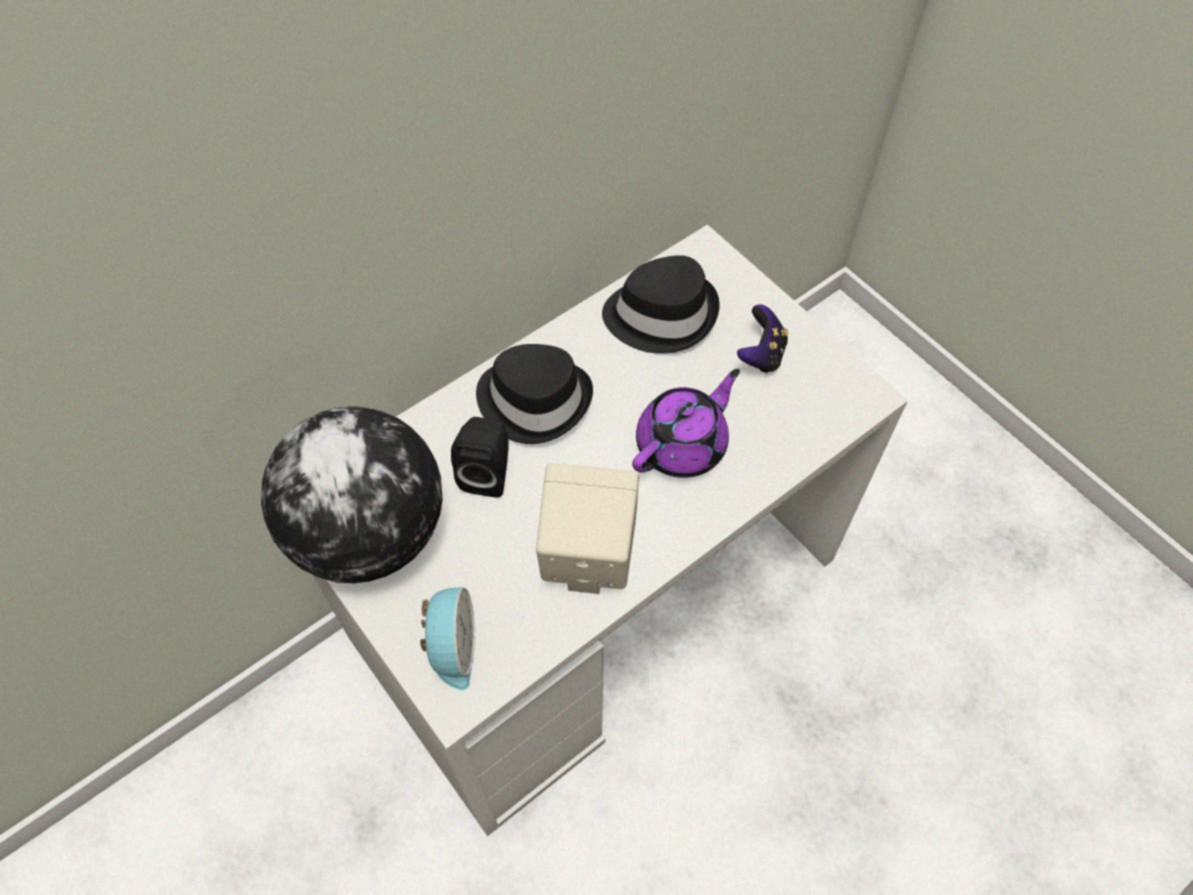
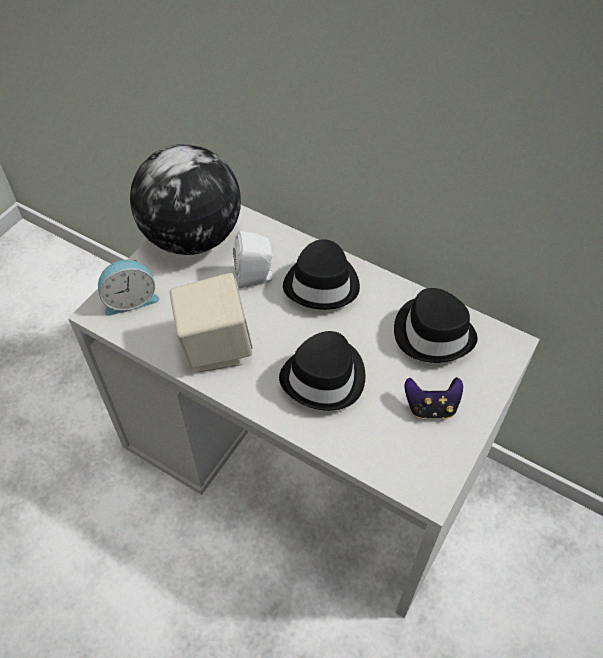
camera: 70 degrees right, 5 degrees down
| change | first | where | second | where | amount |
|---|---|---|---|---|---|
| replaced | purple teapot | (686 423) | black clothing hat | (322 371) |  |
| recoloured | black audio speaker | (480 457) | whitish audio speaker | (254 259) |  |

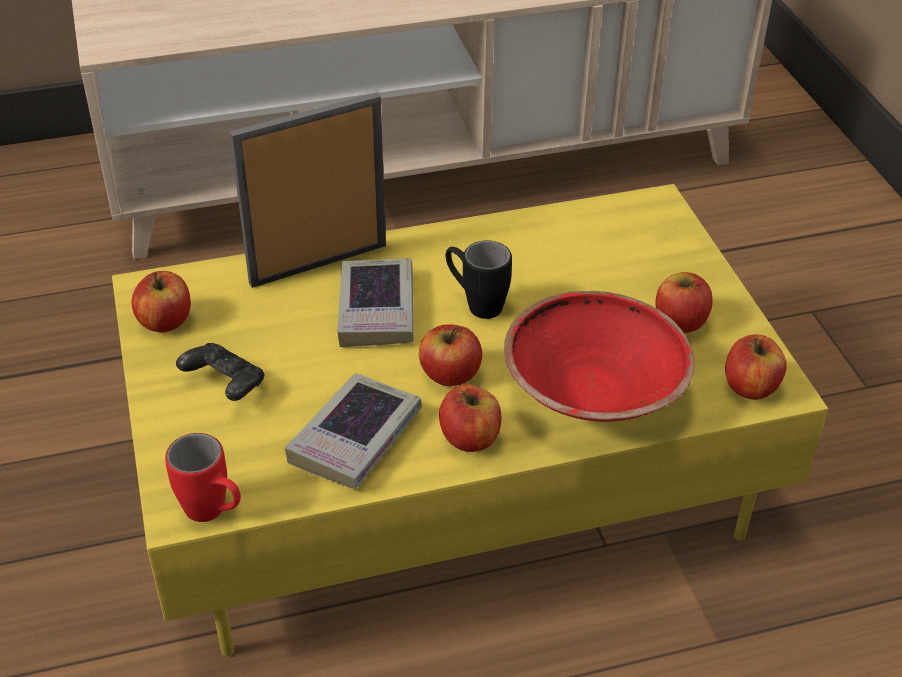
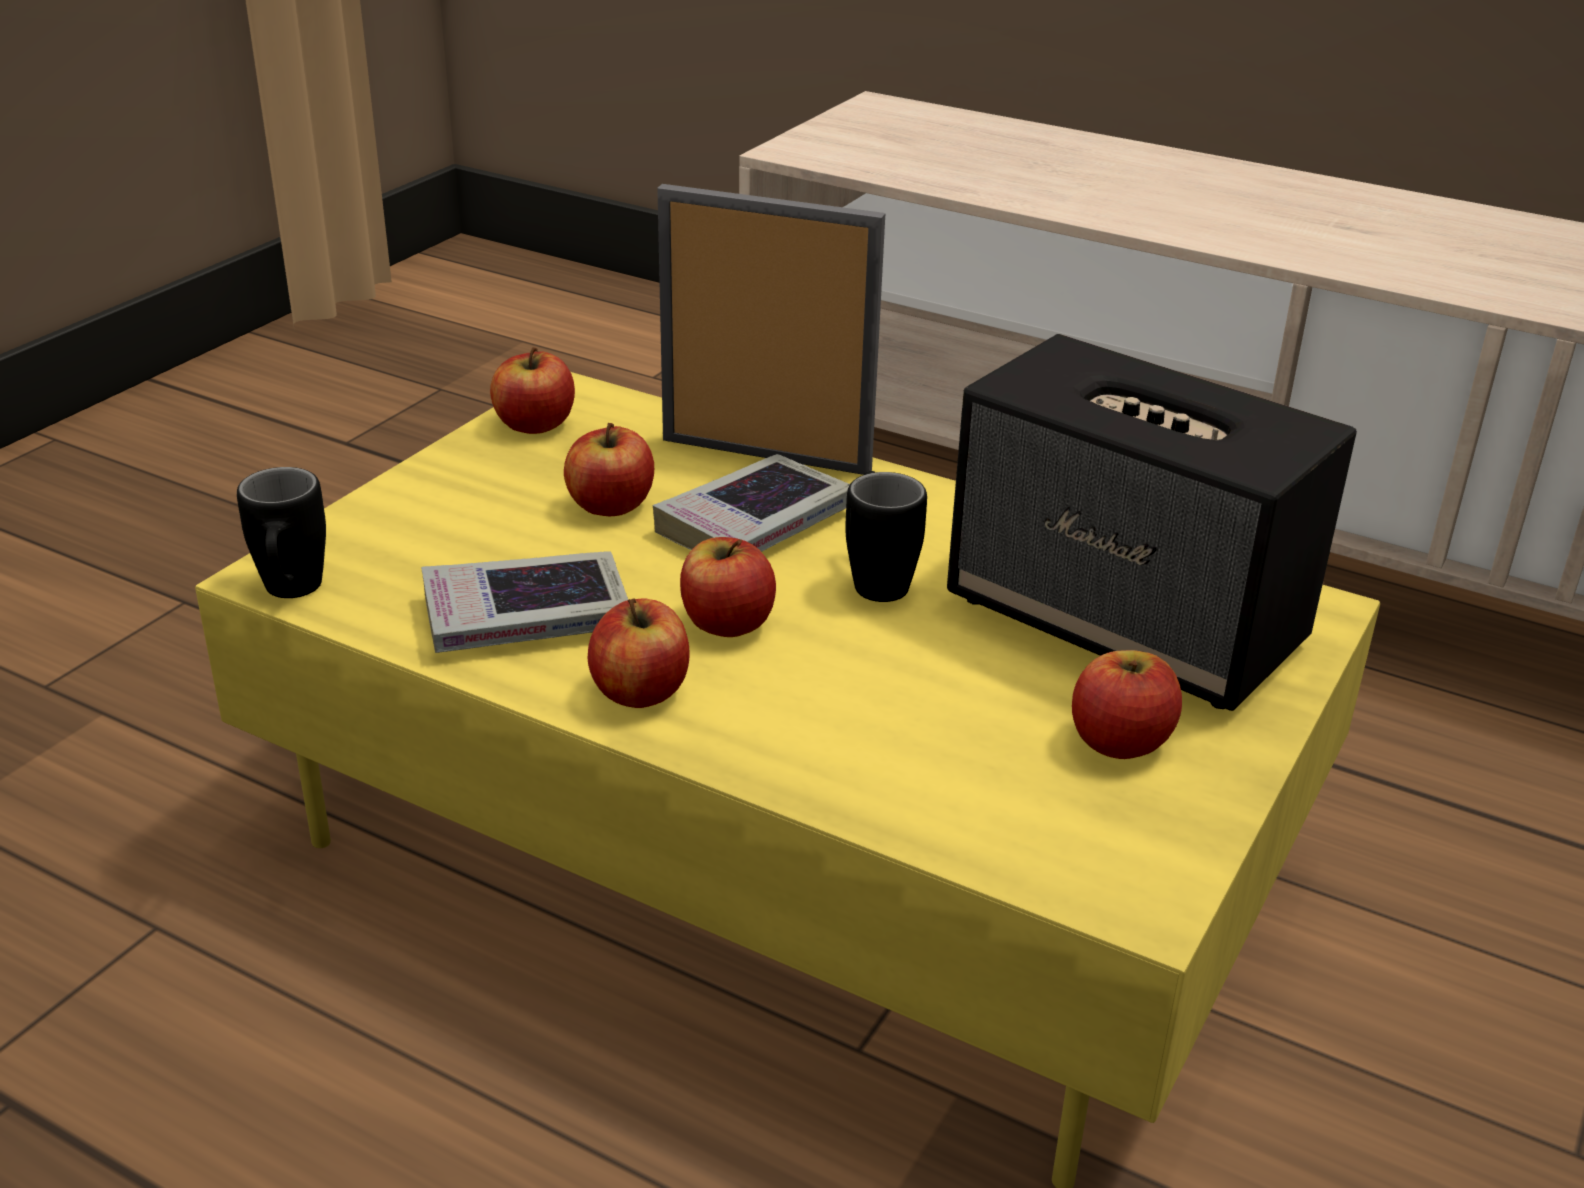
camera: 45 degrees right, 10 degrees down
| change | first | where | second | where | amount |
|---|---|---|---|---|---|
| removed | black gamepad | (220 372) |  |  |  |
| removed | red-coloured bowl | (599 356) |  |  |  |
| added |  |  | audio speaker | (1152 522) |  |
| moved | whole apple | (756 367) |  | (609 469) |  |
| recoloured | red-coloured mug | (203 477) | black mug | (281 532) |  |

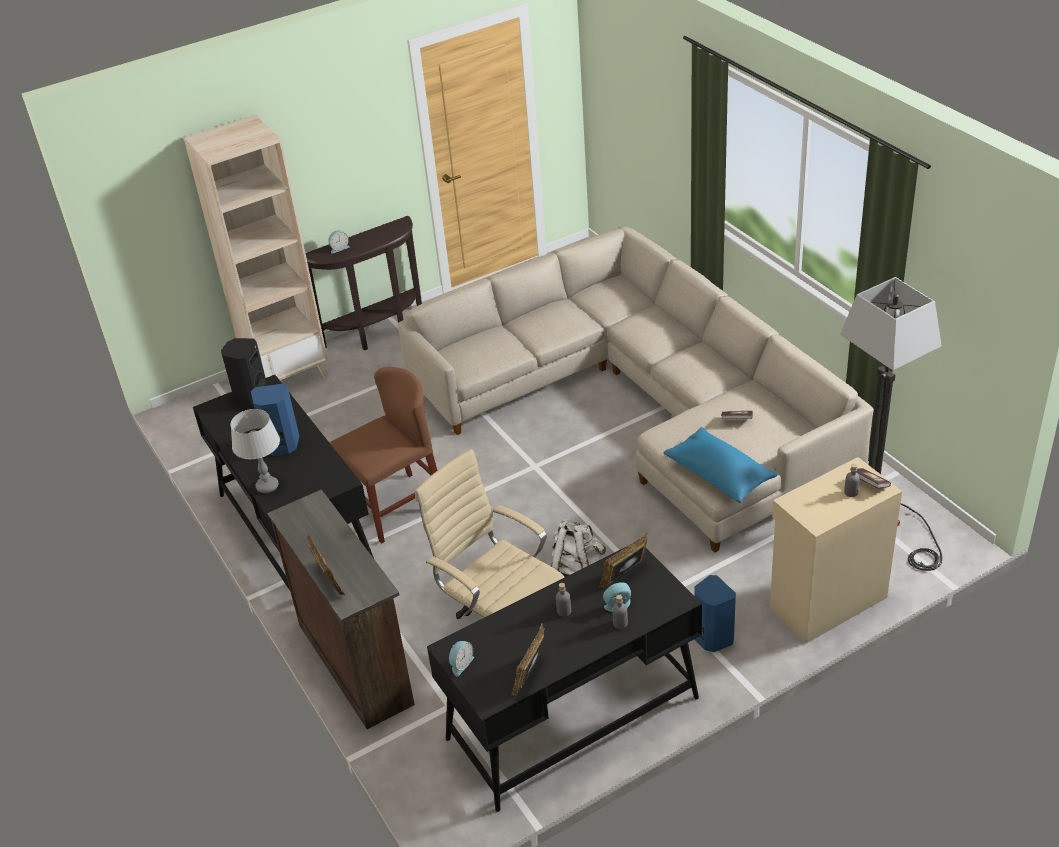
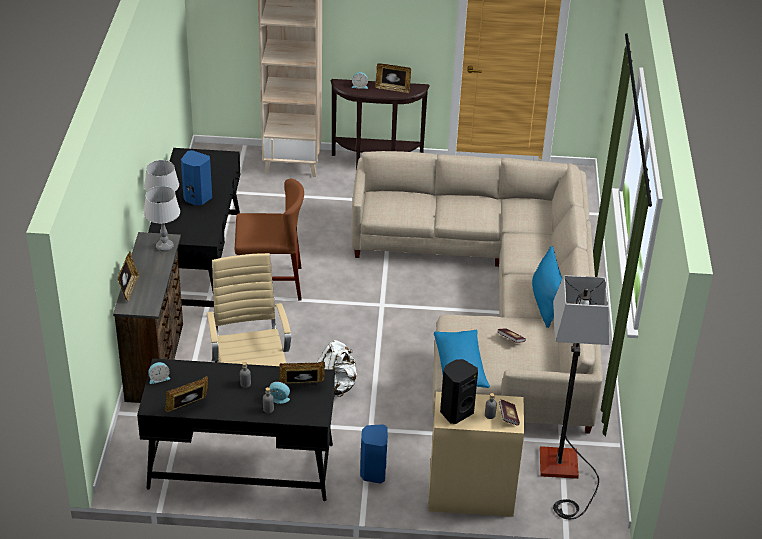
camera: 30 degrees right, 0 degrees up
| change | first | where | second | where | amount |
|---|---|---|---|---|---|
| added |  |  | greyish table lamp | (162 219) |  |
| added |  |  | standing frame | (393 78) |  |
| added |  |  | bluish throw pillow | (547 287) |  |
| moved | black audio speaker | (244 373) |  | (459 391) |  |

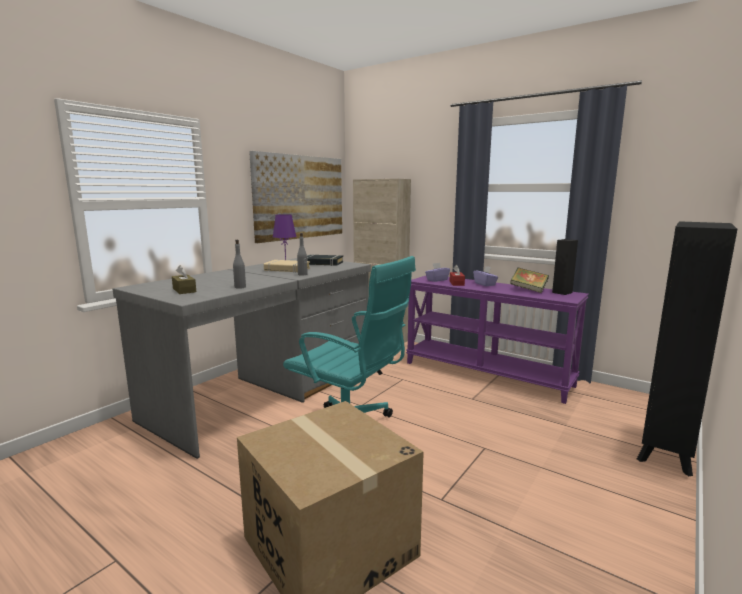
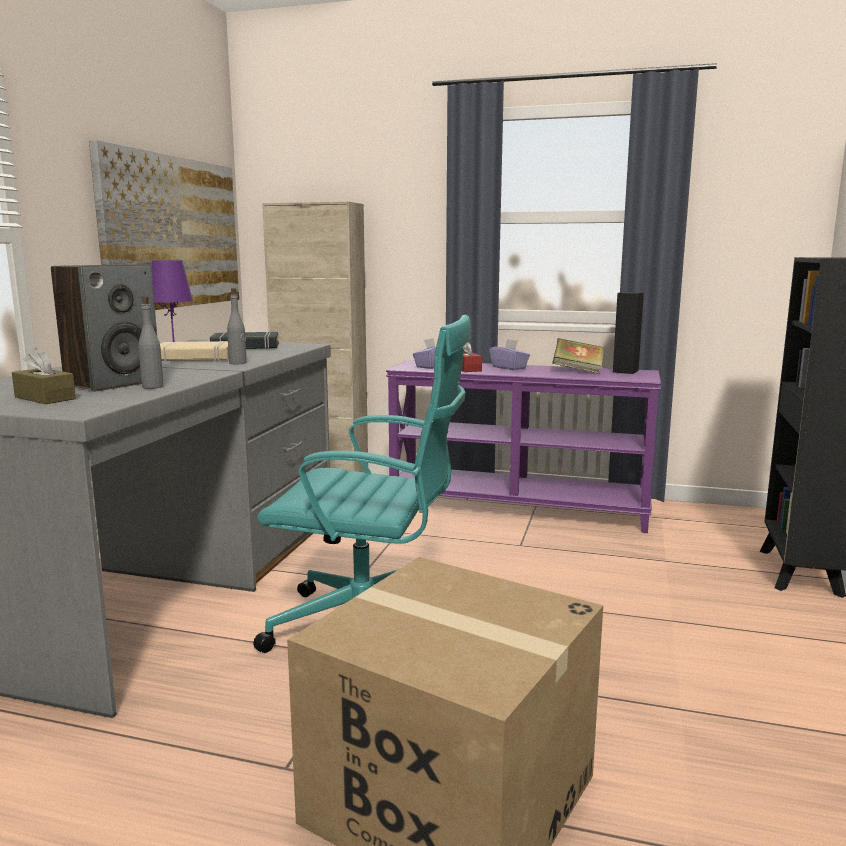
camera: 20 degrees left, 0 degrees up
| change | first | where | second | where | amount |
|---|---|---|---|---|---|
| added |  |  | audio speaker | (104 328) |  |

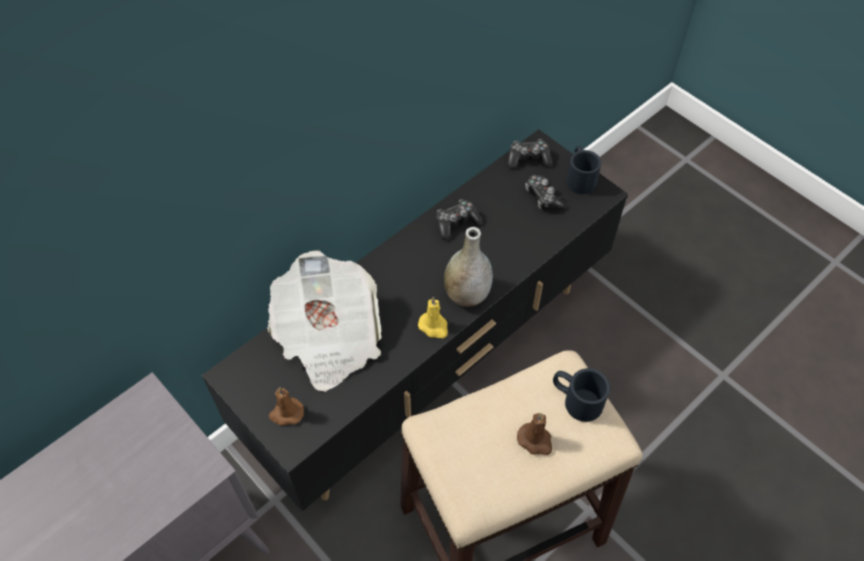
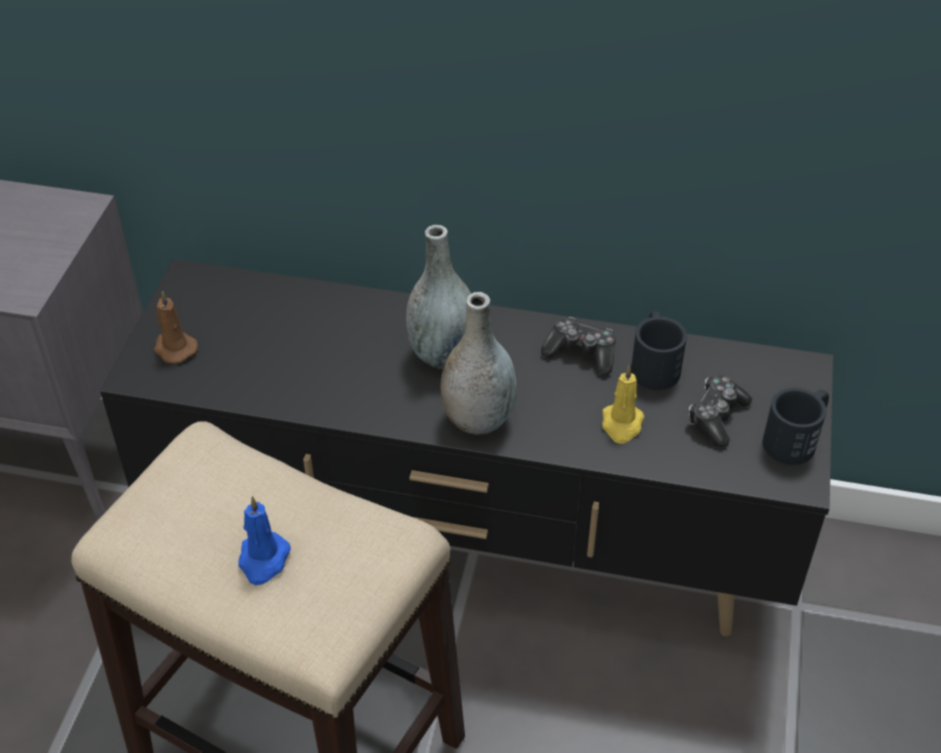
camera: 55 degrees right, 10 degrees down
| change | first | where | second | where | amount |
|---|---|---|---|---|---|
| removed | daily paper | (324 321) |  |  |  |
| removed | gamepad | (530 154) |  |  |  |
| added |  |  | greyish flower vase | (438 297) |  |
| moved | yellow wax candle | (433 317) |  | (623 404) |  |
| moved | black mug | (581 395) |  | (659 350) |  |
| recoloured | brownish wax candle | (534 434) | bluish wax candle | (264 540) |  |

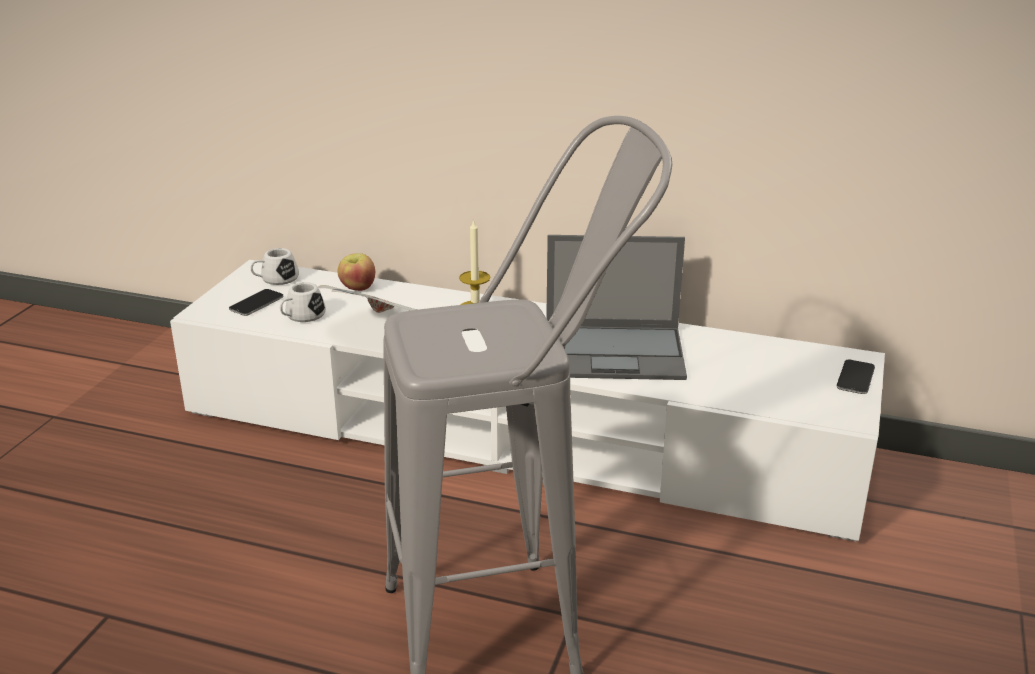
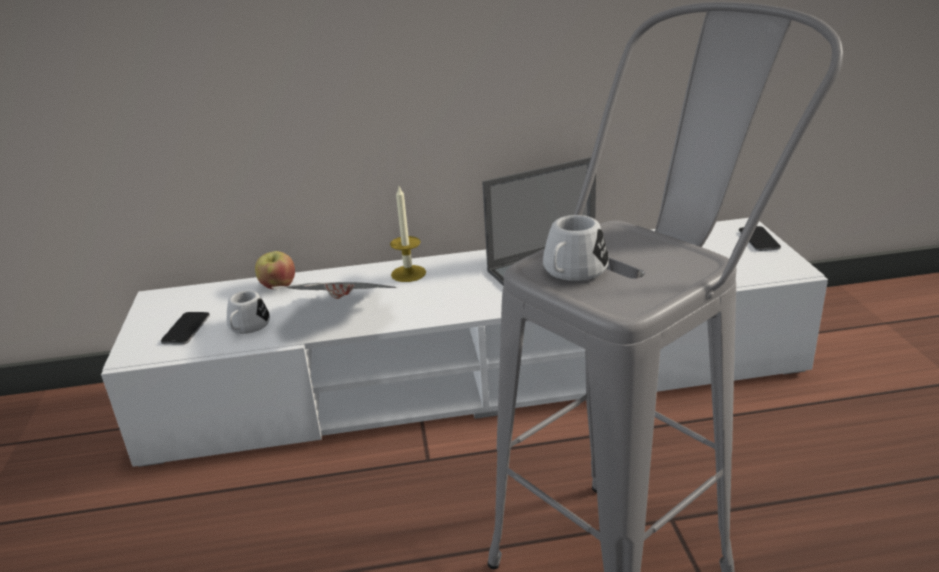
camera: 25 degrees left, 0 degrees up
| change | first | where | second | where | amount |
|---|---|---|---|---|---|
| moved | whitish mug | (275 266) |  | (576 248) |  |

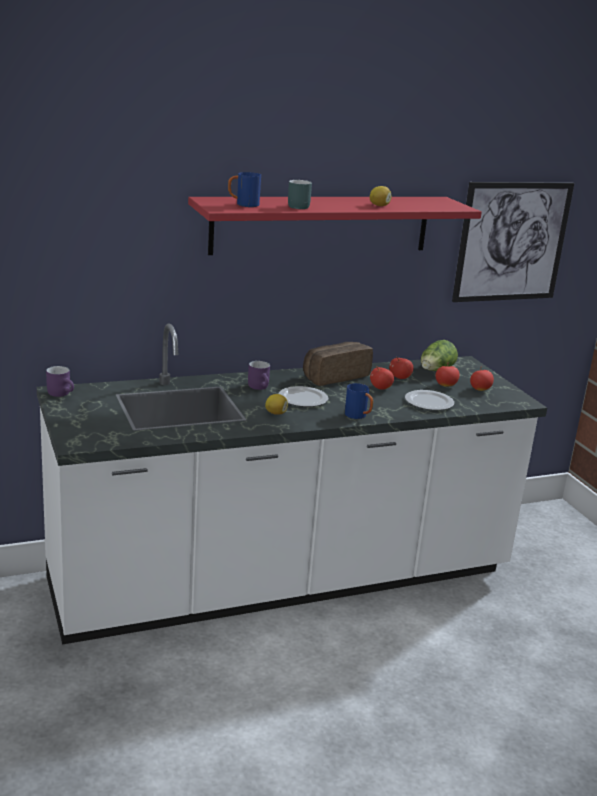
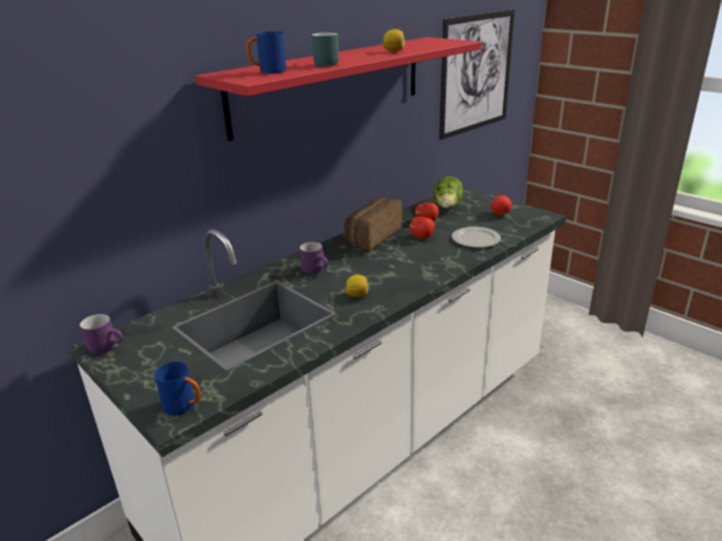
camera: 20 degrees left, 5 degrees up
| change | first | where | second | where | amount |
|---|---|---|---|---|---|
| removed | dinner plate | (304 396) |  |  |  |
| removed | whole apple | (448 374) |  |  |  |
| moved | bluish mug | (359 401) |  | (177 388) |  |

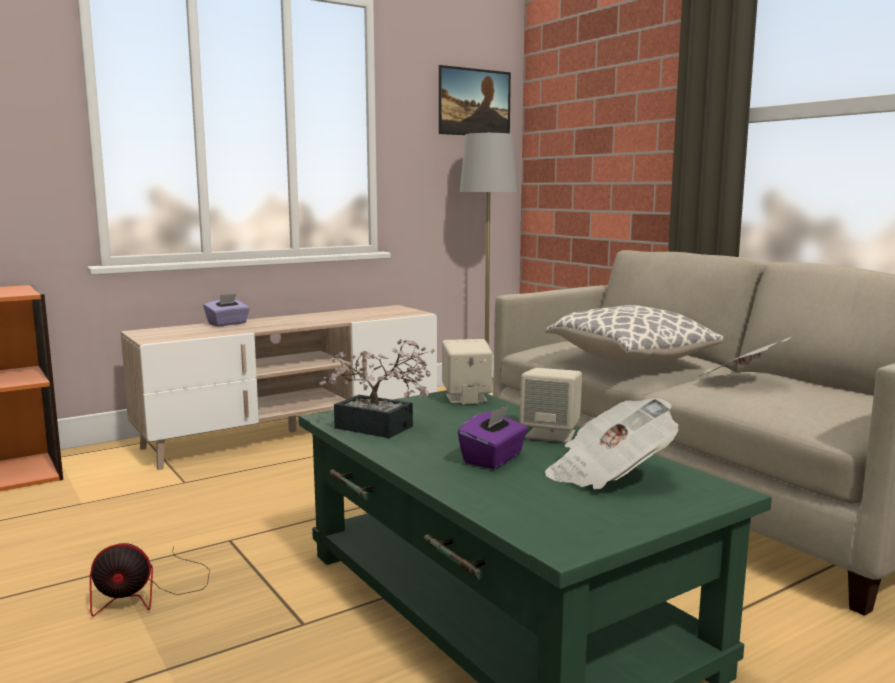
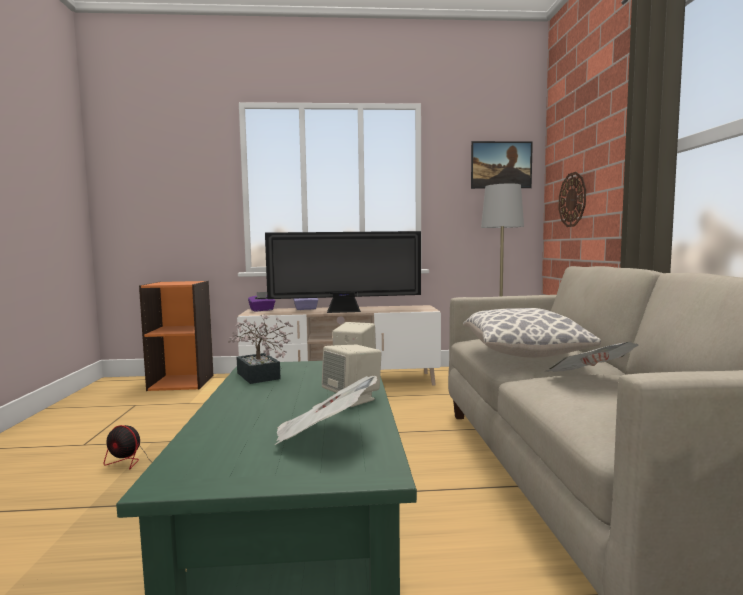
camera: 30 degrees right, 5 degrees down
| change | first | where | second | where | amount |
|---|---|---|---|---|---|
| added |  |  | television | (343 272) |  |
| added |  |  | clock on the wall | (572 199) |  |
| moved | purple tissue box | (493 437) |  | (261 301) |  |

